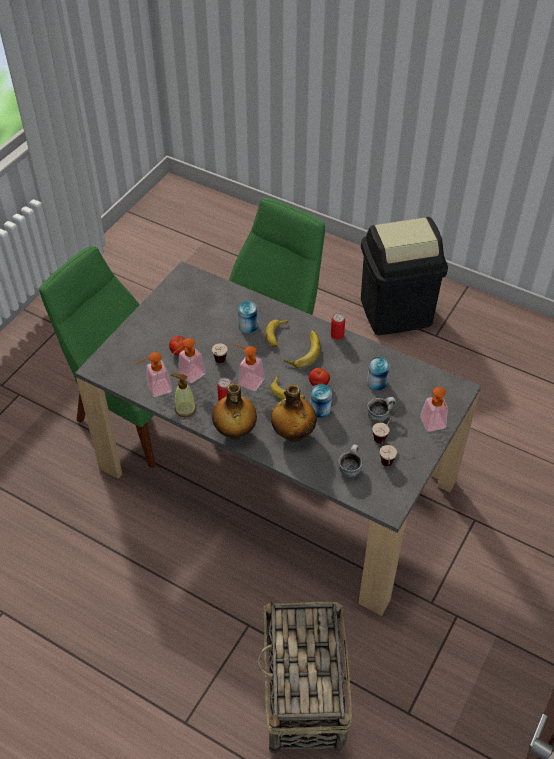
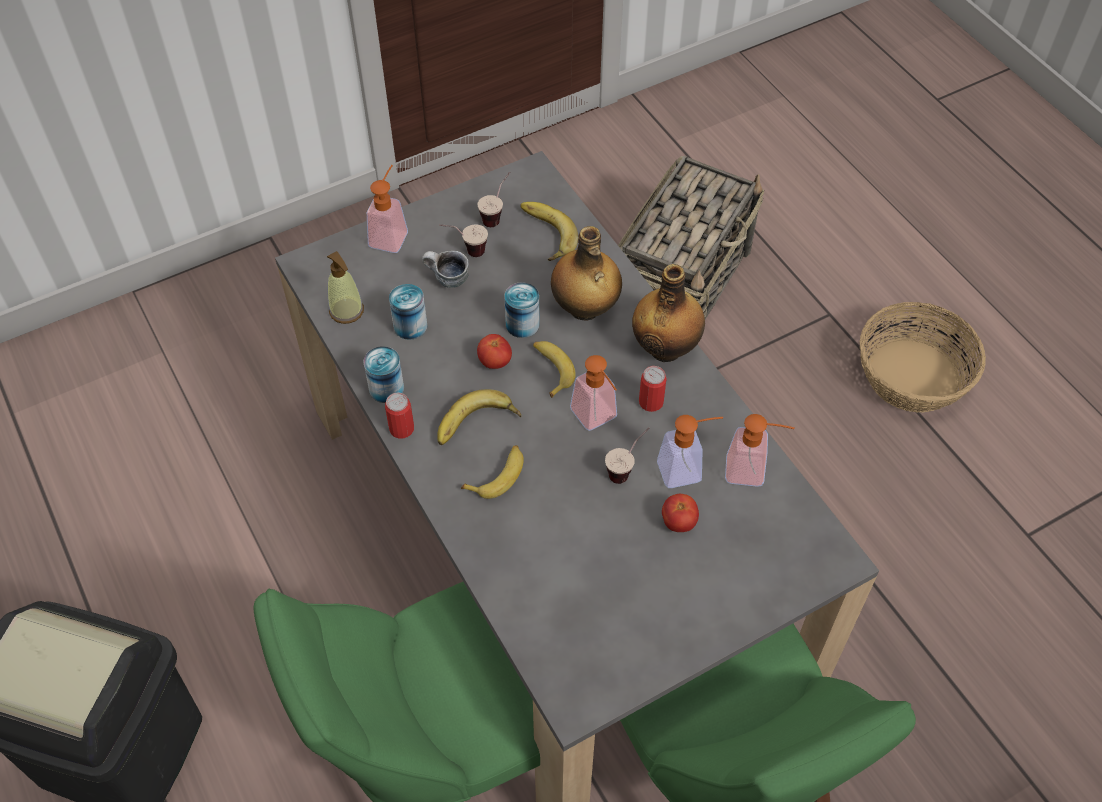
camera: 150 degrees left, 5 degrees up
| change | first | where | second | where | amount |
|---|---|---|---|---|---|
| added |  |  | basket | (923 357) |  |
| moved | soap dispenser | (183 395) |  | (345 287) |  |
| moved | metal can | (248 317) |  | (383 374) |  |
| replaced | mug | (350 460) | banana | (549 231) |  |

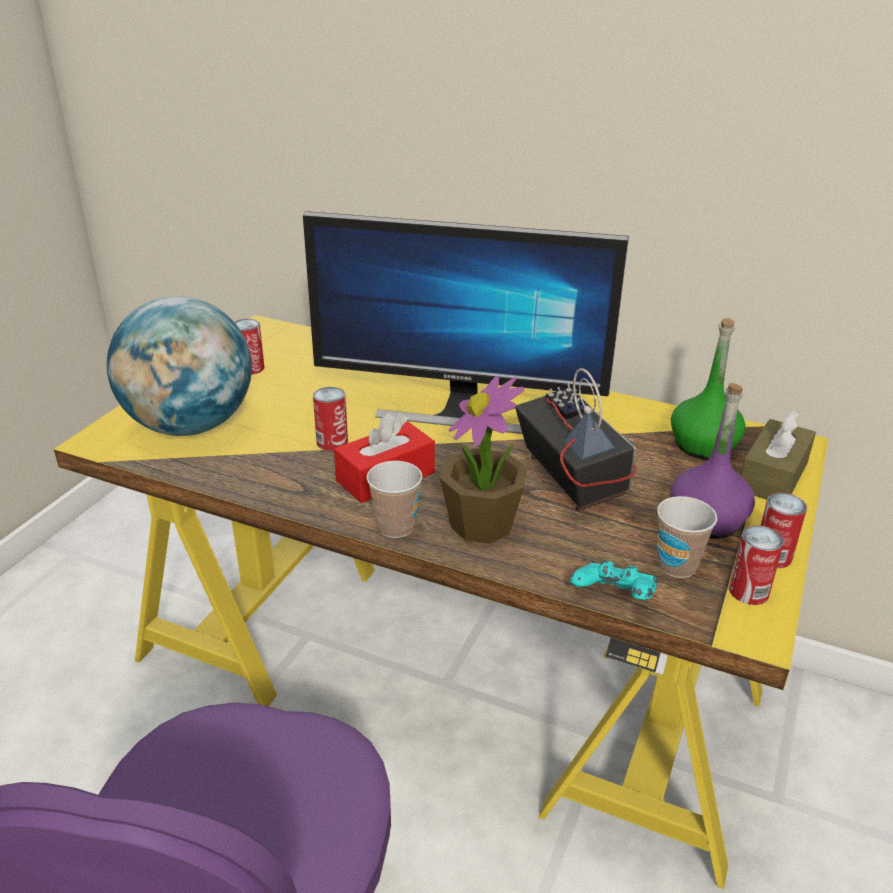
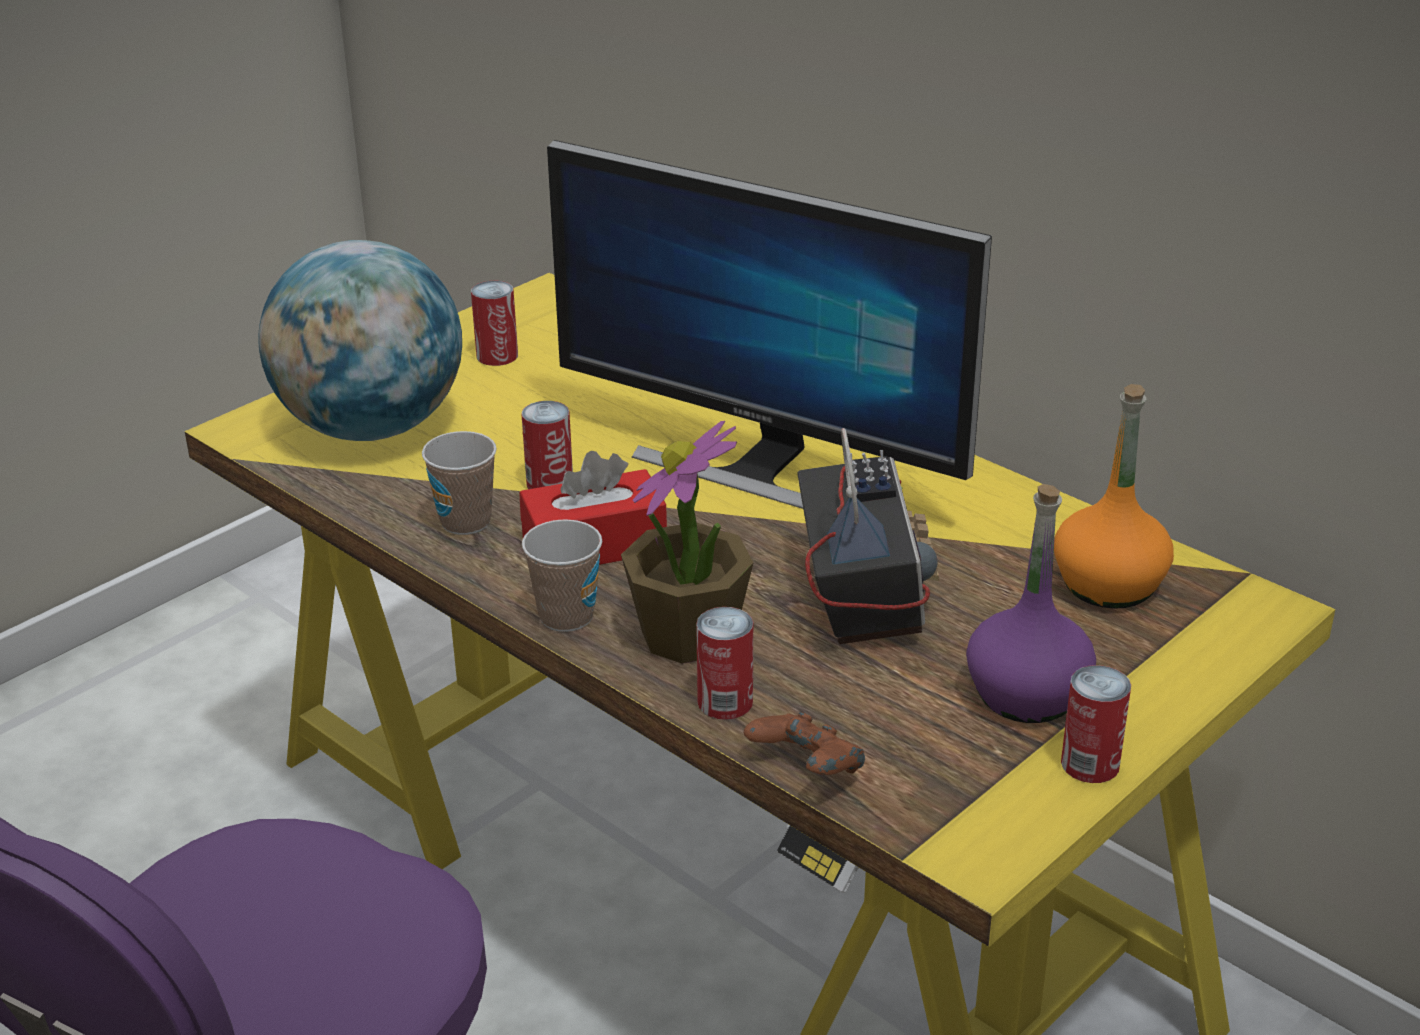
camera: 20 degrees right, 0 degrees up
| change | first | where | second | where | amount |
|---|---|---|---|---|---|
| removed | brownish tissue box | (778 455) |  |  |  |
| moved | small cup | (687 537) |  | (459 483) |  |
| moved | metal can | (756 565) |  | (724 663) |  |
| recoloured | turquoise gamepad | (613 580) | brownish gamepad | (804 743) |  |
| recoloured | greenish drink bottle | (708 388) | orangey drink bottle | (1114 496) |  |

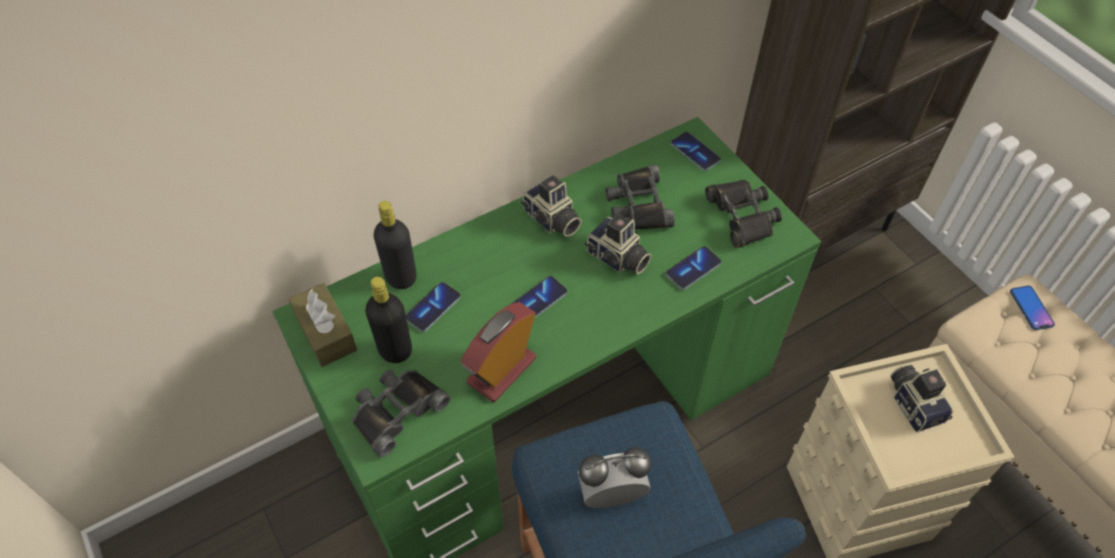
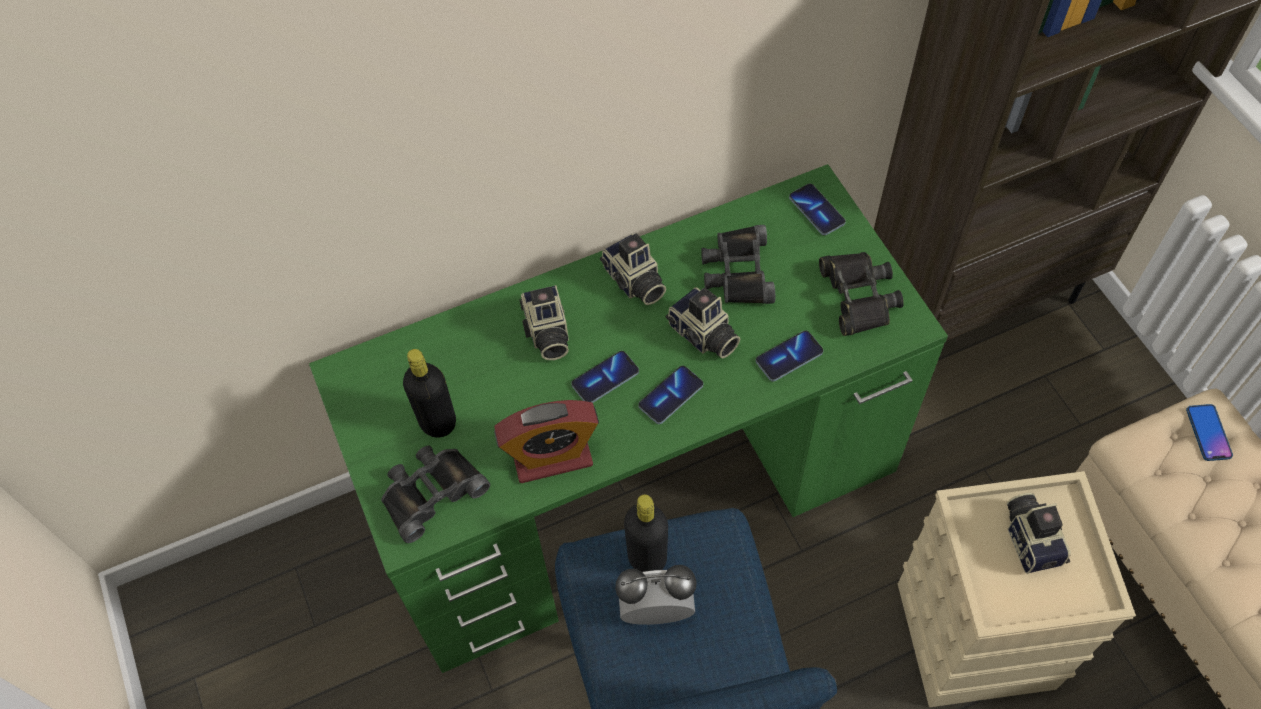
camera: 10 degrees right, 5 degrees up
| change | first | where | second | where | amount |
|---|---|---|---|---|---|
| removed | brownish tissue box | (323 325) |  |  |  |
| added |  |  | still camera | (544 322) |  |
| moved | black drink bottle | (395 245) |  | (646 533) |  |
| moved | handset | (433 307) |  | (670 395) |  |
| turned | bedside clock | (498 352) |  | (546 441) | 150 degrees counterclockwise |

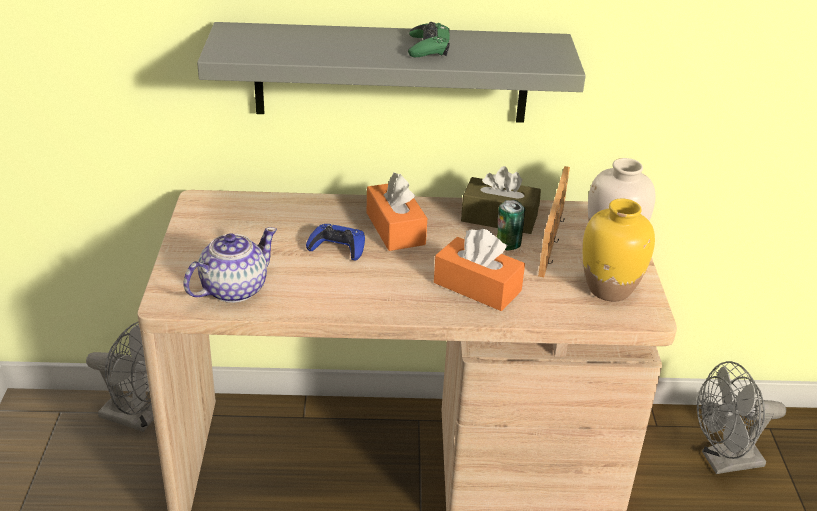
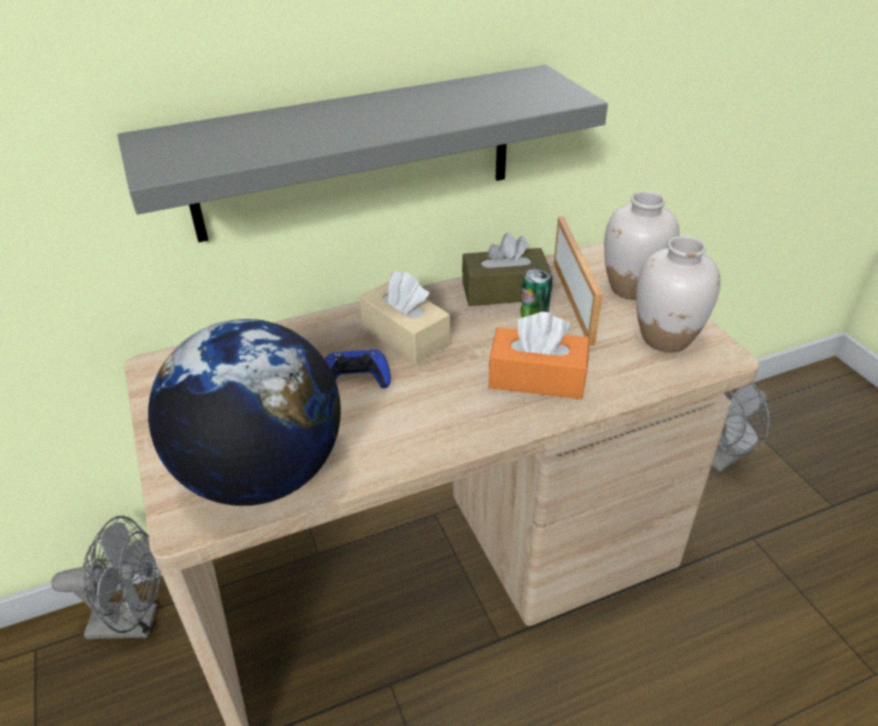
camera: 20 degrees left, 5 degrees up
| change | first | where | second | where | amount |
|---|---|---|---|---|---|
| removed | greenish gamepad | (429 39) |  |  |  |
| replaced | teapot | (230 265) | globe | (244 412) |  |
| recoloured | orangey tissue box | (397 211) | beige-coloured tissue box | (404 317) |  |
| recoloured | yellow flower vase | (619 250) | whitish flower vase | (678 294) |  |

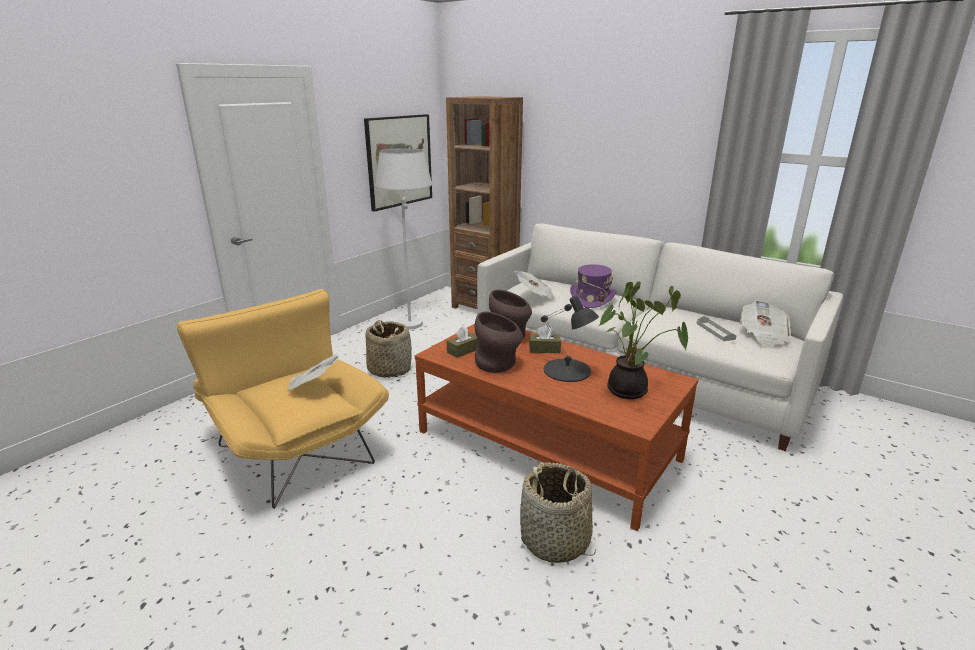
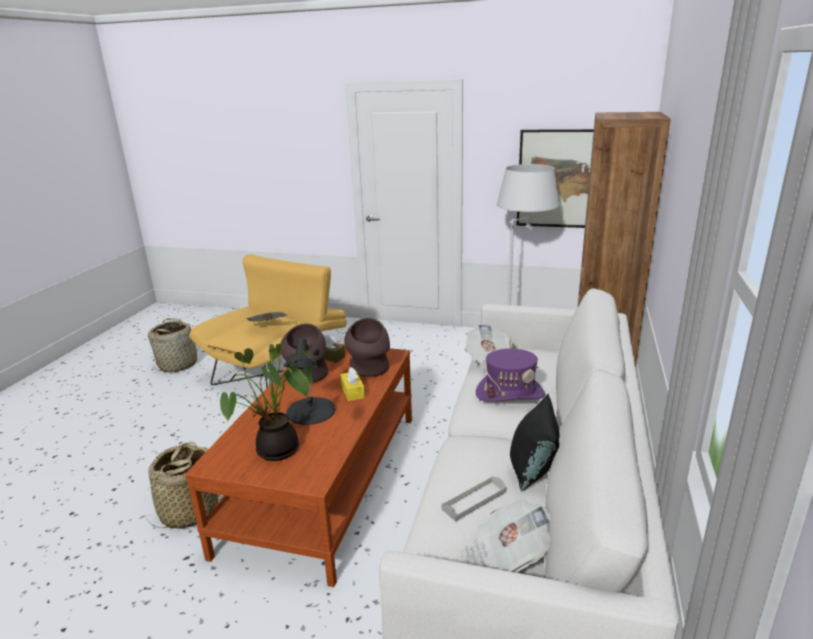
camera: 70 degrees right, 0 degrees up
| change | first | where | second | where | amount |
|---|---|---|---|---|---|
| added |  |  | black throw pillow | (535 442) |  |
| moved | basket | (389 349) |  | (173 345) |  |
| recoloured | brownish tissue box | (545 339) | yellow tissue box | (352 384) |  |

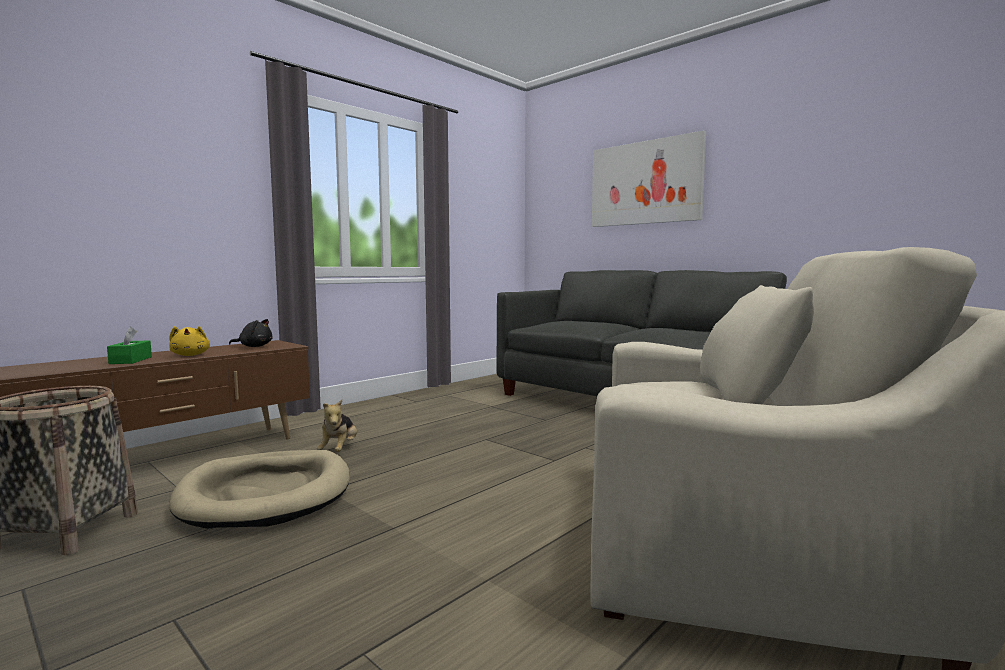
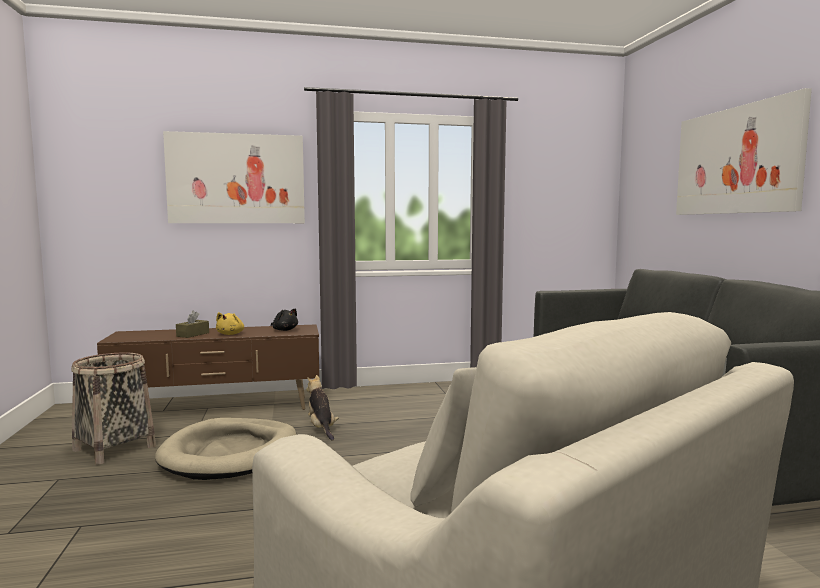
camera: 35 degrees right, 0 degrees up
| change | first | where | second | where | amount |
|---|---|---|---|---|---|
| added |  |  | wall picture | (234 177) |  |
| recoloured | greenish tissue box | (129 345) | brownish tissue box | (192 324) |  |
| turned | plush toy | (337 425) |  | (322 407) | 120 degrees clockwise |

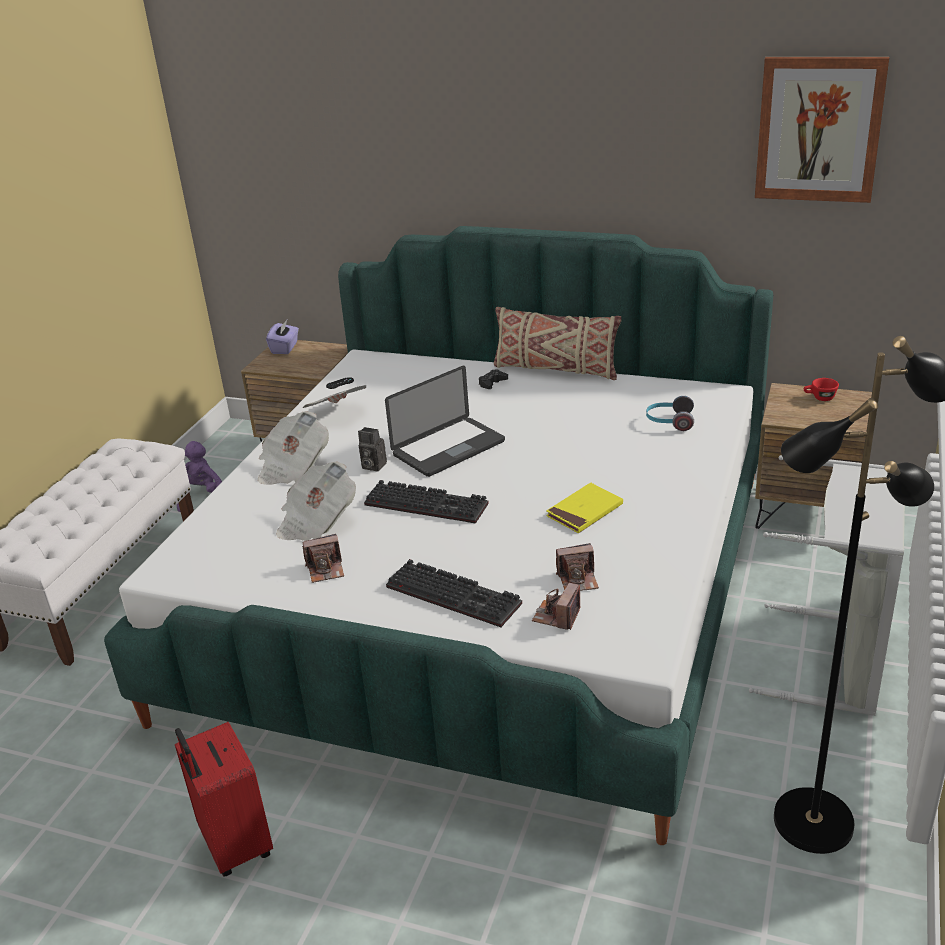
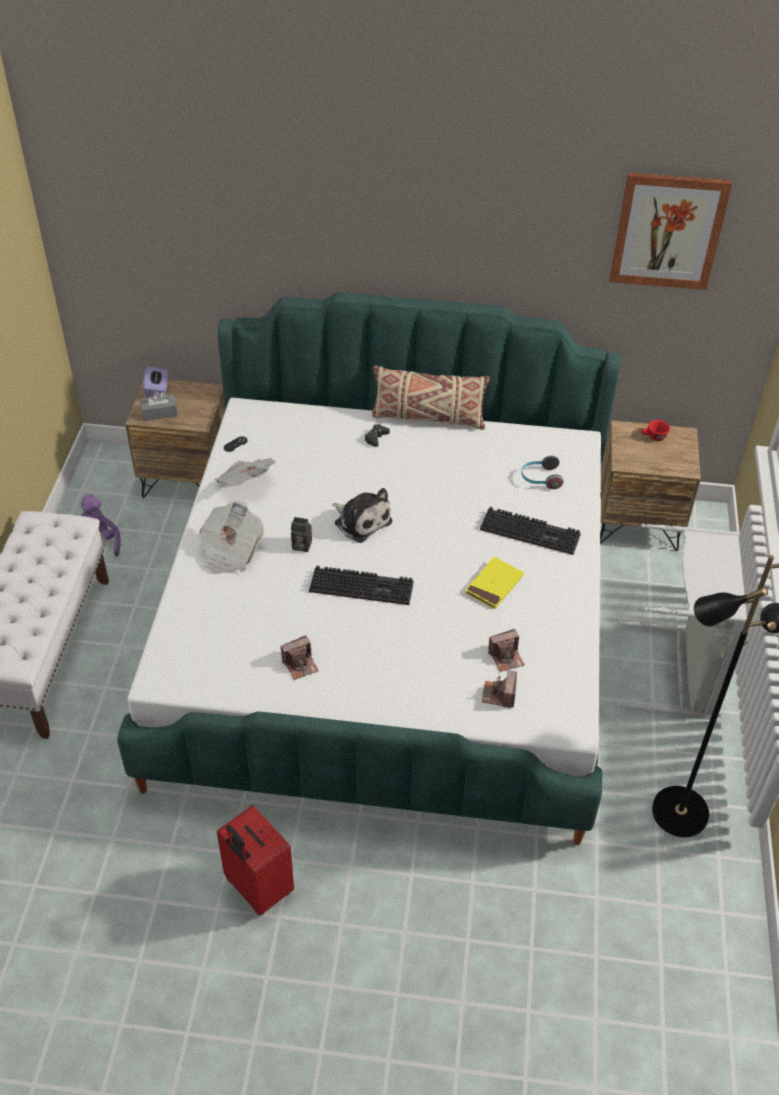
camera: 15 degrees left, 15 degrees up
| change | first | where | second | where | amount |
|---|---|---|---|---|---|
| removed | daily paper | (316 501) |  |  |  |
| added |  |  | greyish tissue box | (159 406) |  |
| moved | PC keyboard | (454 593) |  | (530 531) |  |
| replaced | portable computer | (445 421) | plush toy | (362 515) |  |

